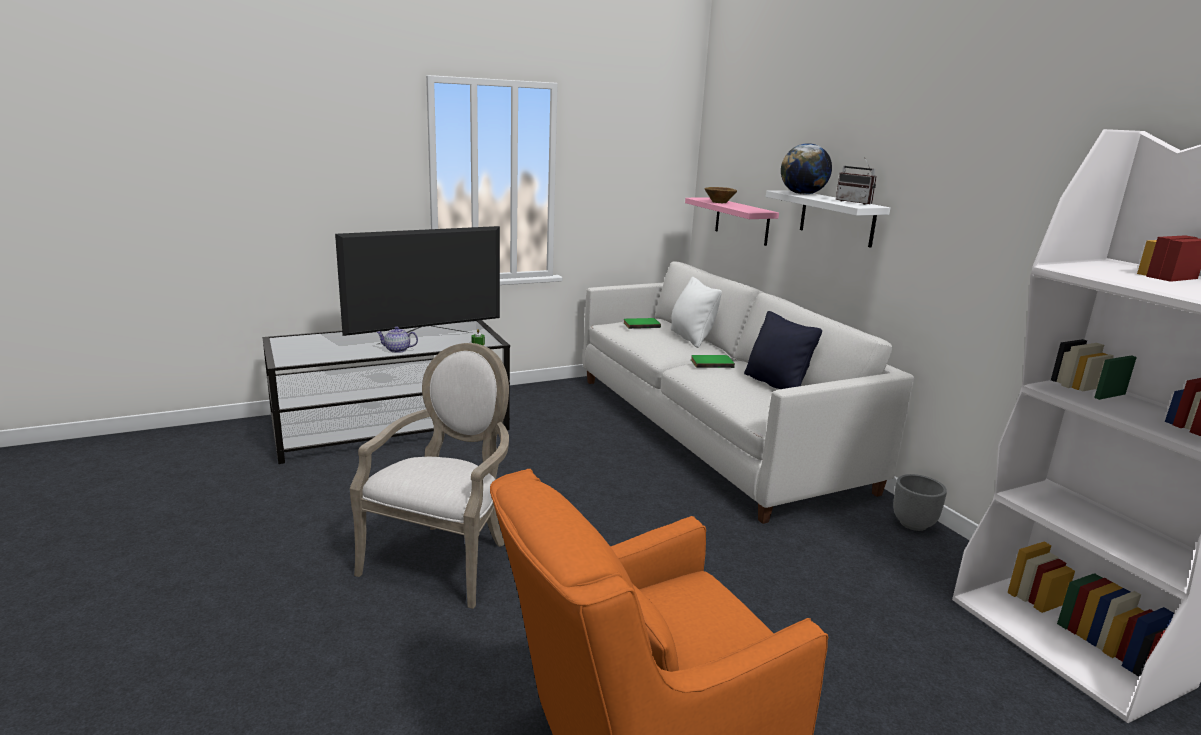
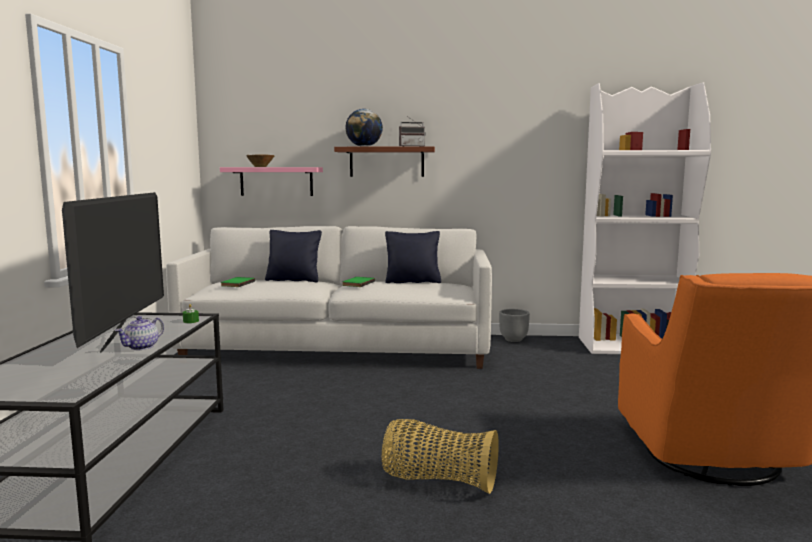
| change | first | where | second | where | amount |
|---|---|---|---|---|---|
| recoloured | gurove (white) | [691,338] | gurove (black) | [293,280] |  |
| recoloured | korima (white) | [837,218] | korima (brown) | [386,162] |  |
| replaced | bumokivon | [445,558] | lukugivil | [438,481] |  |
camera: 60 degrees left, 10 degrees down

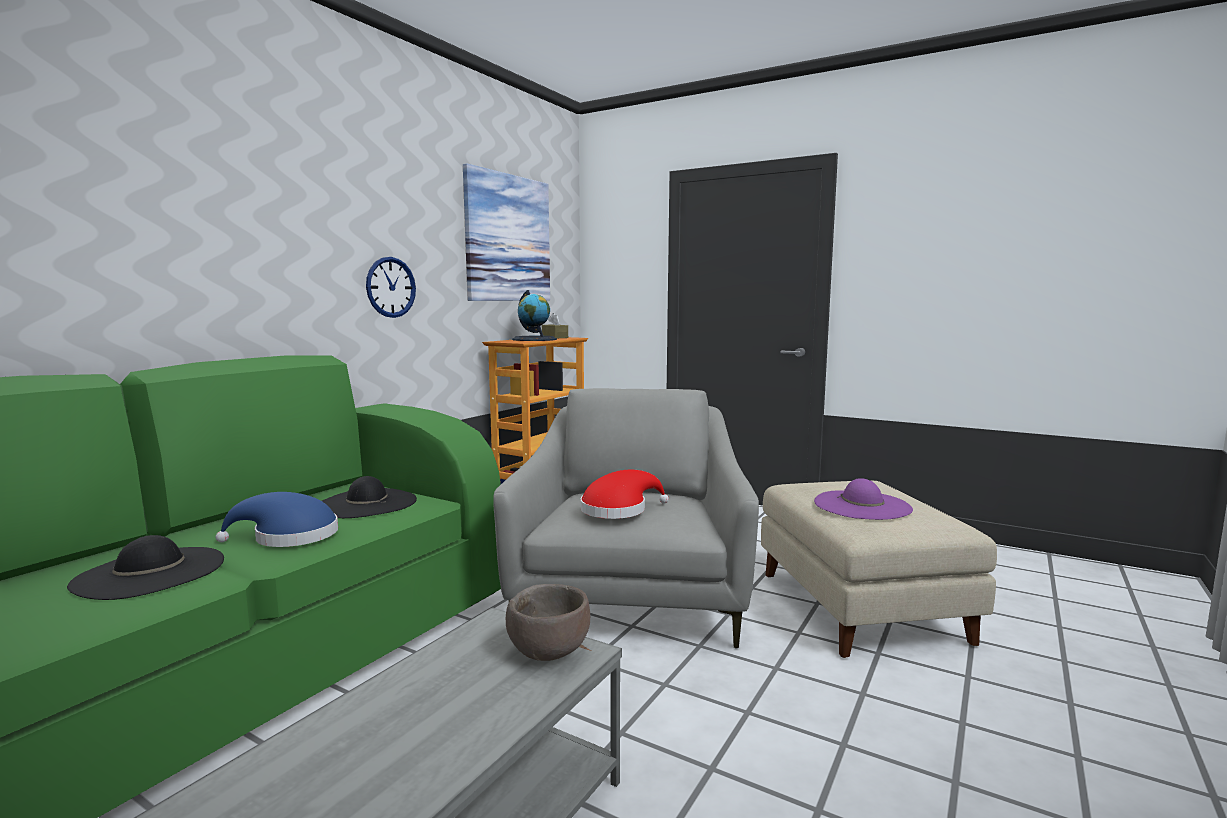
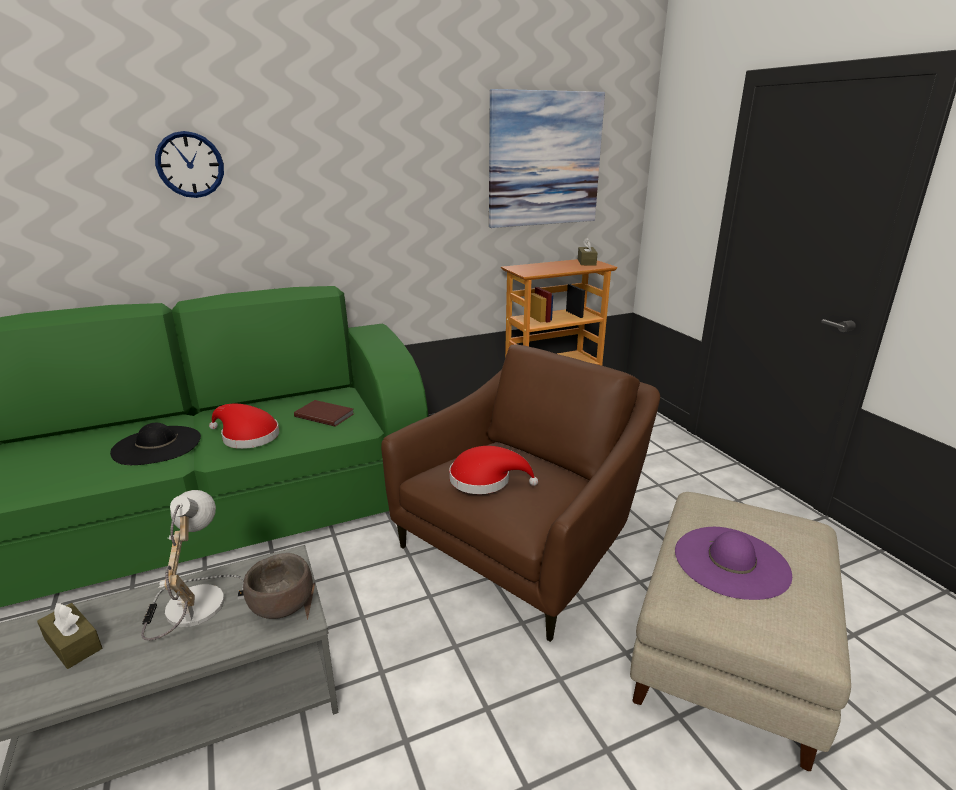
| change | first | where | second | where | amount |
|---|---|---|---|---|---|
| added |  |  | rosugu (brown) | [73,644] |  |
| added |  |  | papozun | [190,604] |  |
| moved | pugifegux | [391,287] |  | [190,165] |  |
| recoloured | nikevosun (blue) | [289,537] | nikevosun (red) | [247,436] |  |
| replaced | nikevosun (black) | [367,503] | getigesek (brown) | [324,414] |  |
| recoloured | bumokivon (grey) | [632,595] | bumokivon (brown) | [524,545] |  |
| removed | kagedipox | [534,339] |  |  |  |
camera: 35 degrees right, 15 degrees up

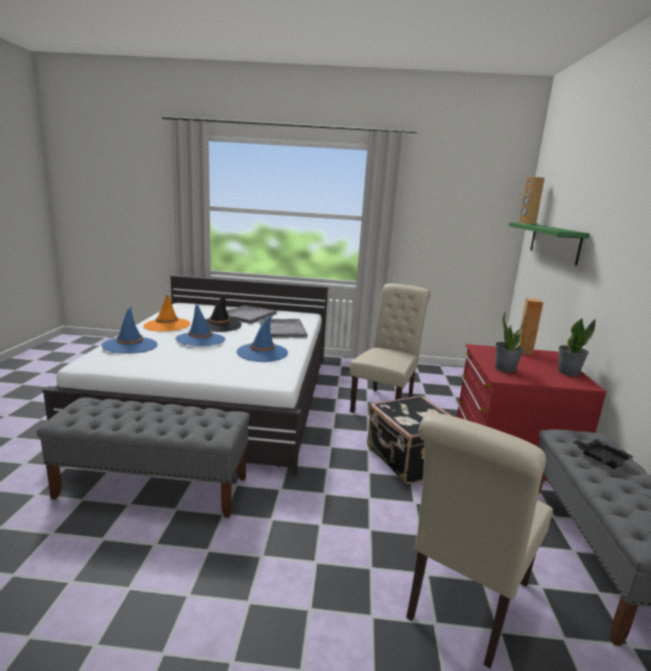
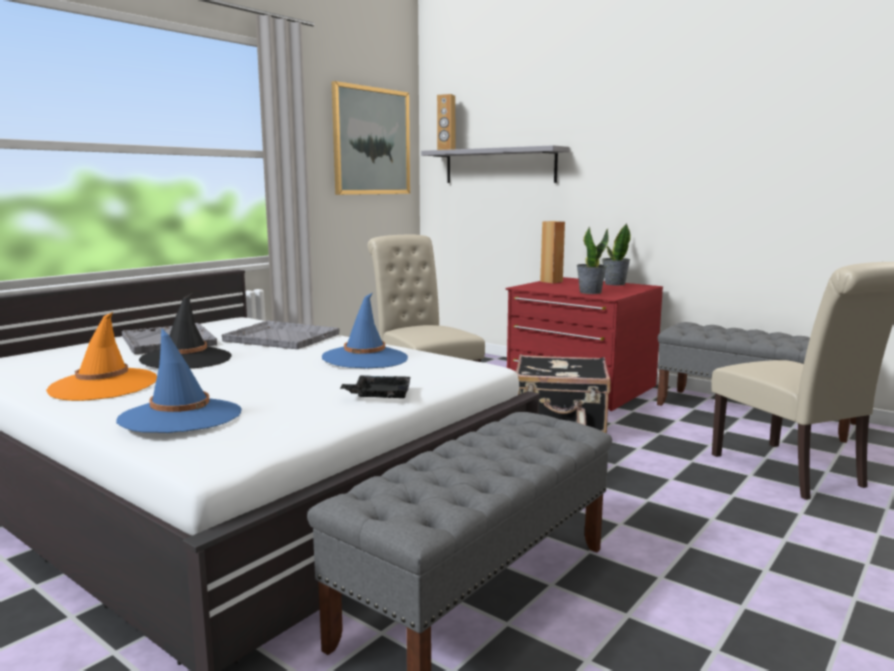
| change | first | where | second | where | amount |
|---|---|---|---|---|---|
| added |  |  | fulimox | [371,141] |  |
| moved | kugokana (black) | [601,458] |  | [379,395] |  |
| recoloured | korima (green) | [554,242] | korima (grey) | [499,166] |  |
| removed | nikevosun (blue) | [200,339] |  |  |  |
camera: 55 degrees left, 5 degrees down

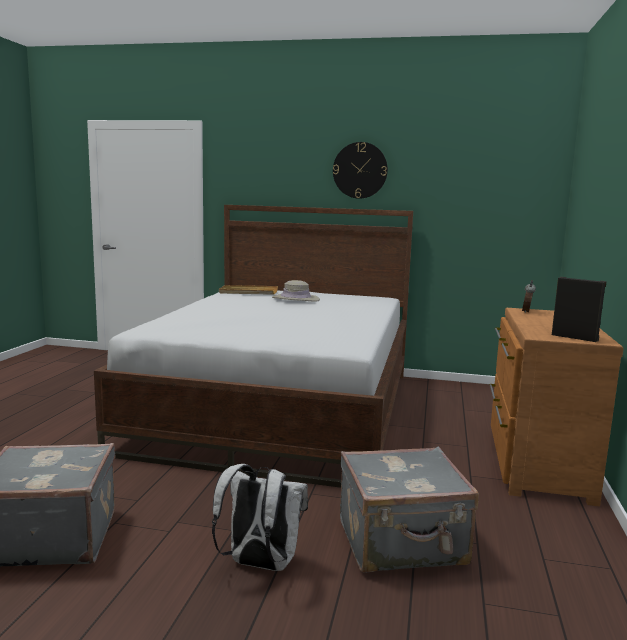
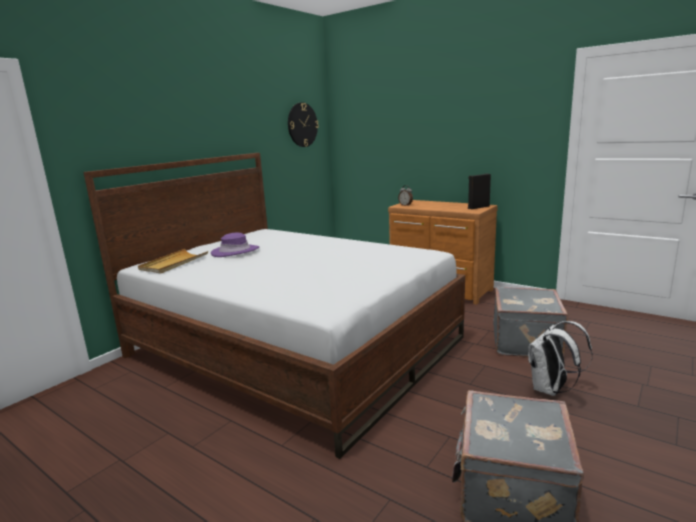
| change | first | where | second | where | amount |
|---|---|---|---|---|---|
| recoloured | nikevosun (beige) | [295,299] | nikevosun (purple) | [235,251] |  |
| moved | pugifegux | [360,170] |  | [302,125] |  |
camera: 65 degrees left, 5 degrees up

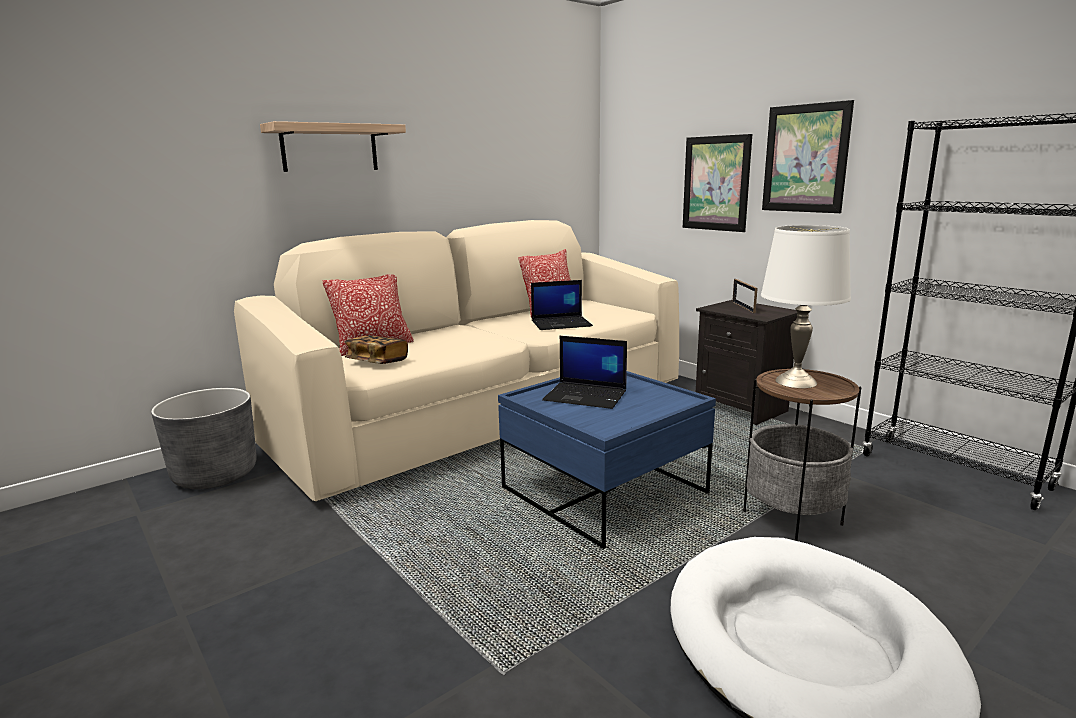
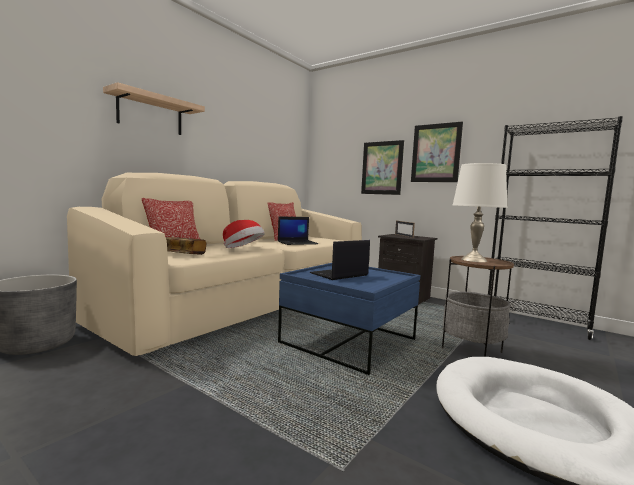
| change | first | where | second | where | amount |
|---|---|---|---|---|---|
| added |  |  | nikevosun | [243,249] |  |
| turned | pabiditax | [586,396] |  | [339,274] | 135 degrees clockwise |
camera: 15 degrees left, 10 degrees down

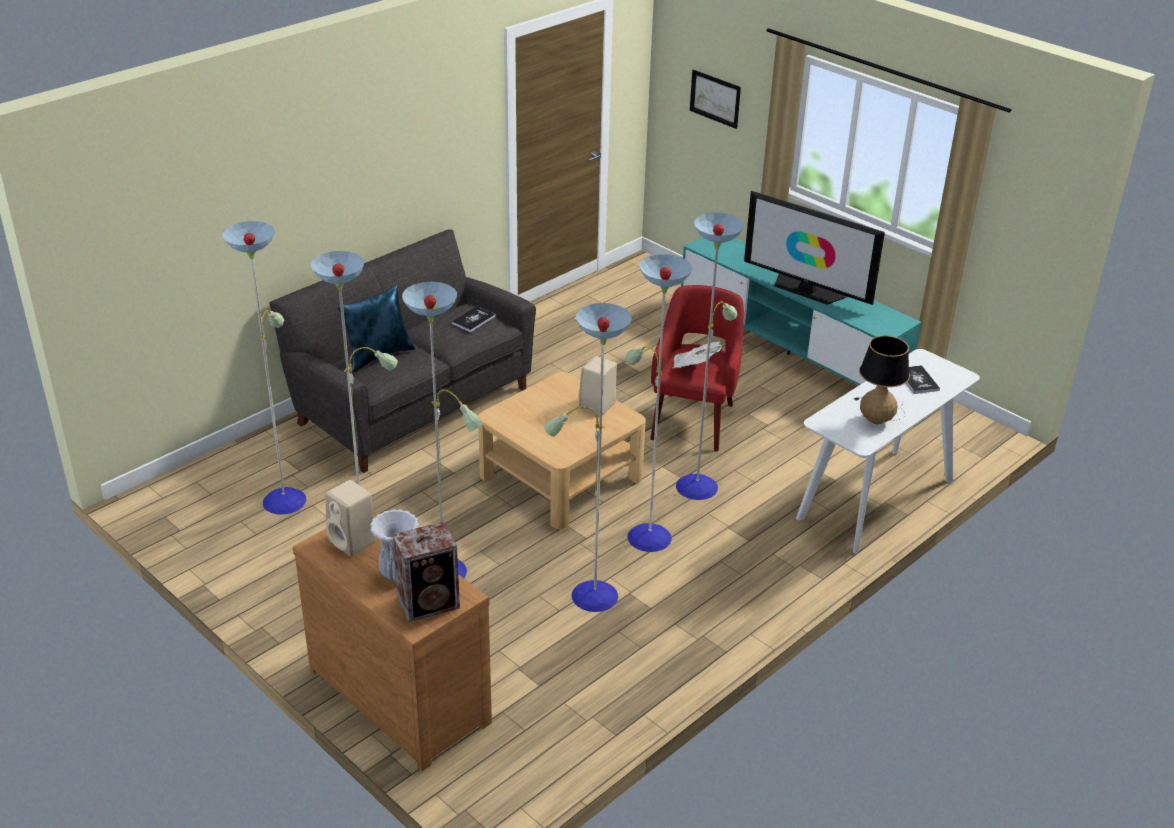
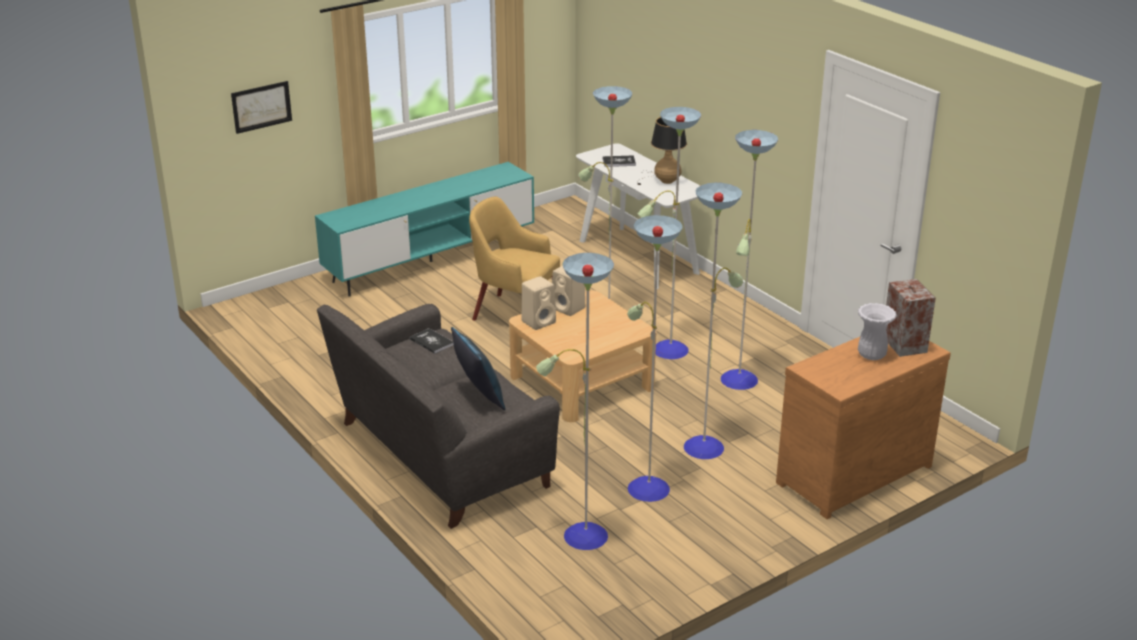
| change | first | where | second | where | amount |
|---|---|---|---|---|---|
| recoloured | bumokivon (red) | [693,420] | bumokivon (yellow) | [515,313] |  |
| moved | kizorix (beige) | [353,542] |  | [539,321] |  |
| removed | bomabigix | [694,366] |  |  |  |
| removed | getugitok | [806,290] |  |  |  |
camera: 80 degrees left, 5 degrees down

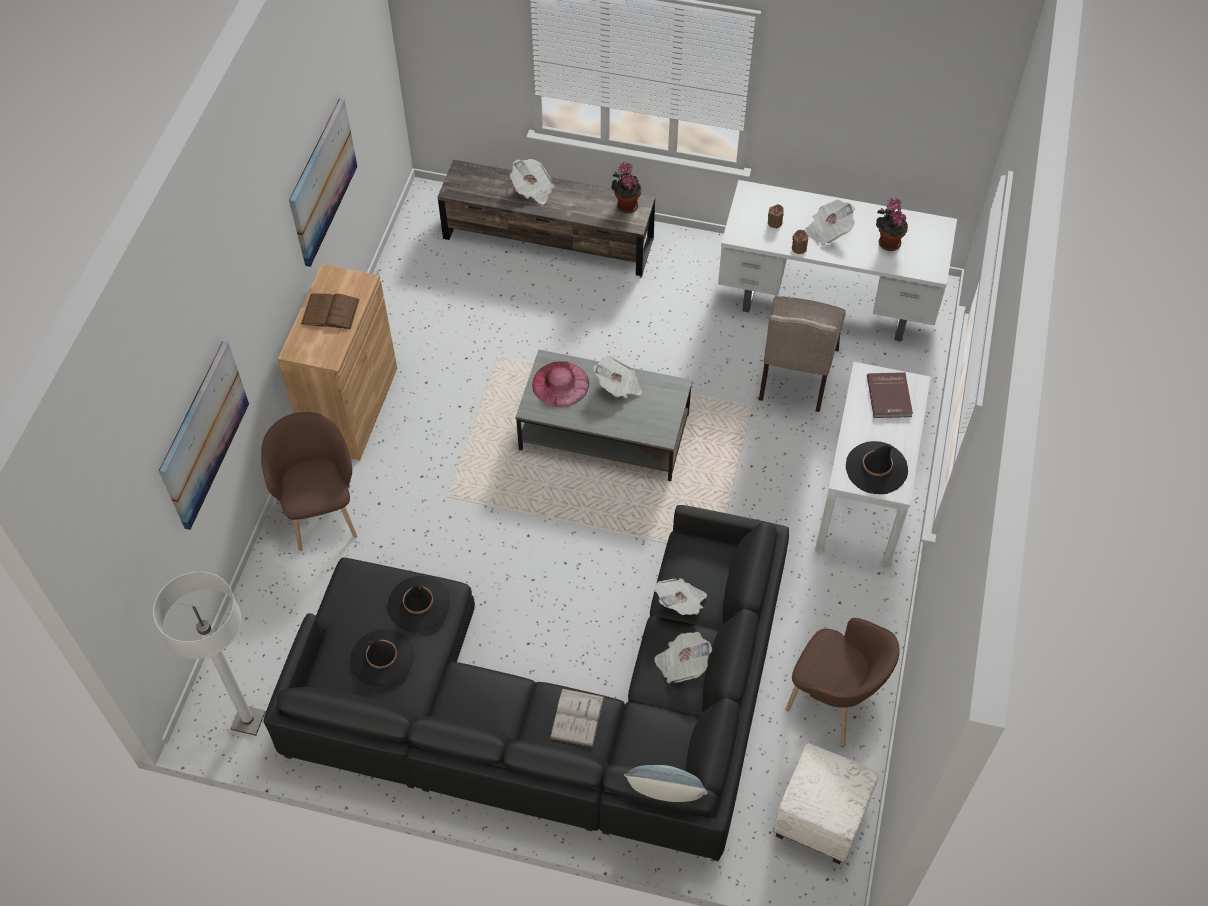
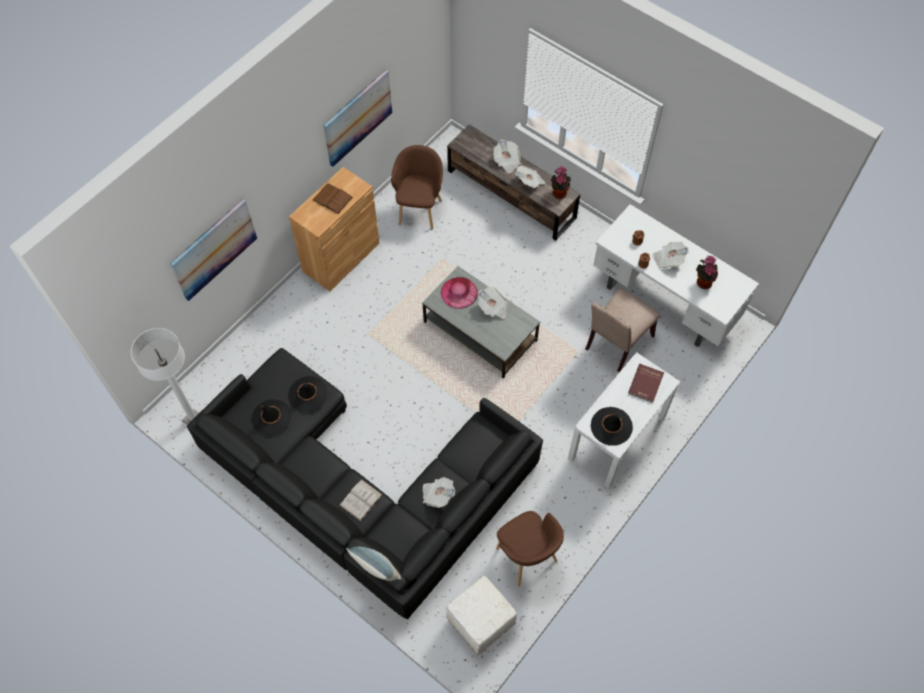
| change | first | where | second | where | amount |
|---|---|---|---|---|---|
| moved | bumokivon (brown) | [322,514] |  | [419,210] |  |
| moved | bomabigix | [681,603] |  | [530,182] |  |
camera: 25 degrees right, 5 degrees up

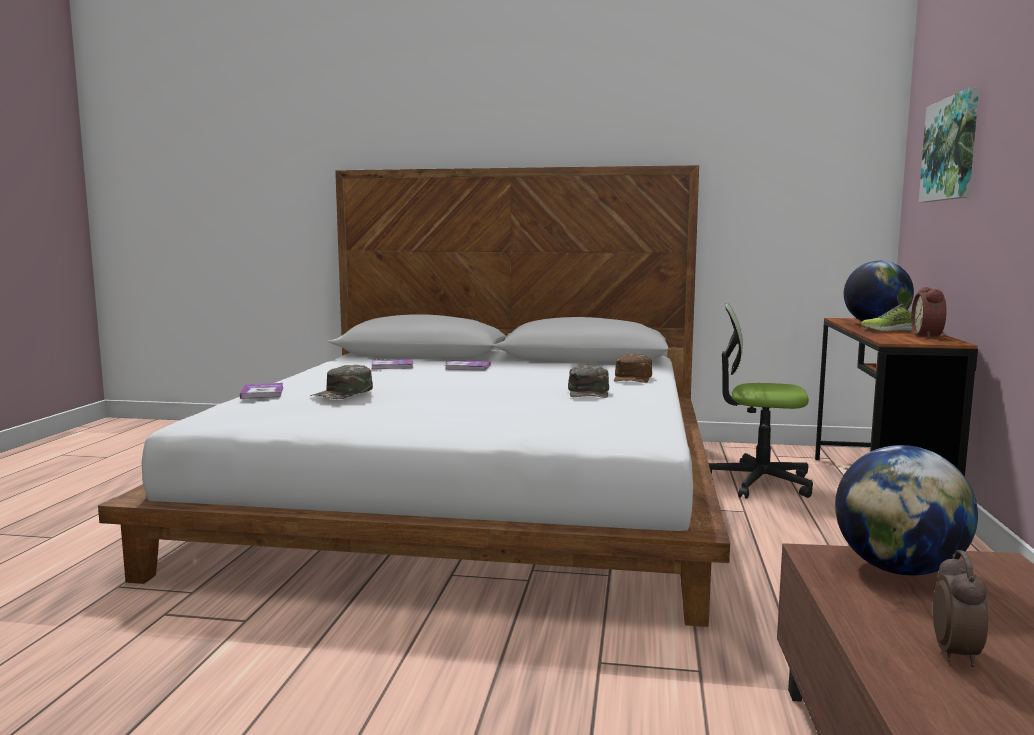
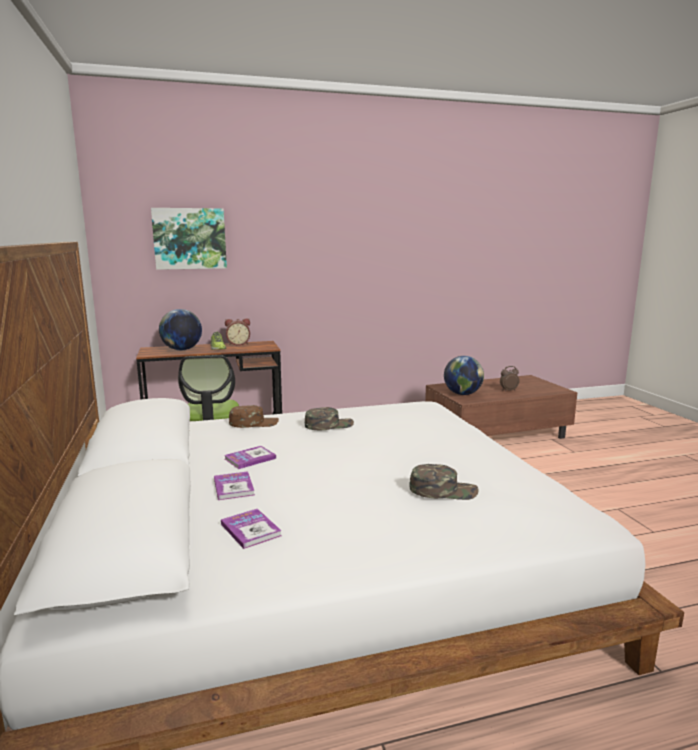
| change | first | where | second | where | amount |
|---|---|---|---|---|---|
| moved | getigesek | [262,393] |  | [250,458] |  |
camera: 115 degrees left, 5 degrees up

